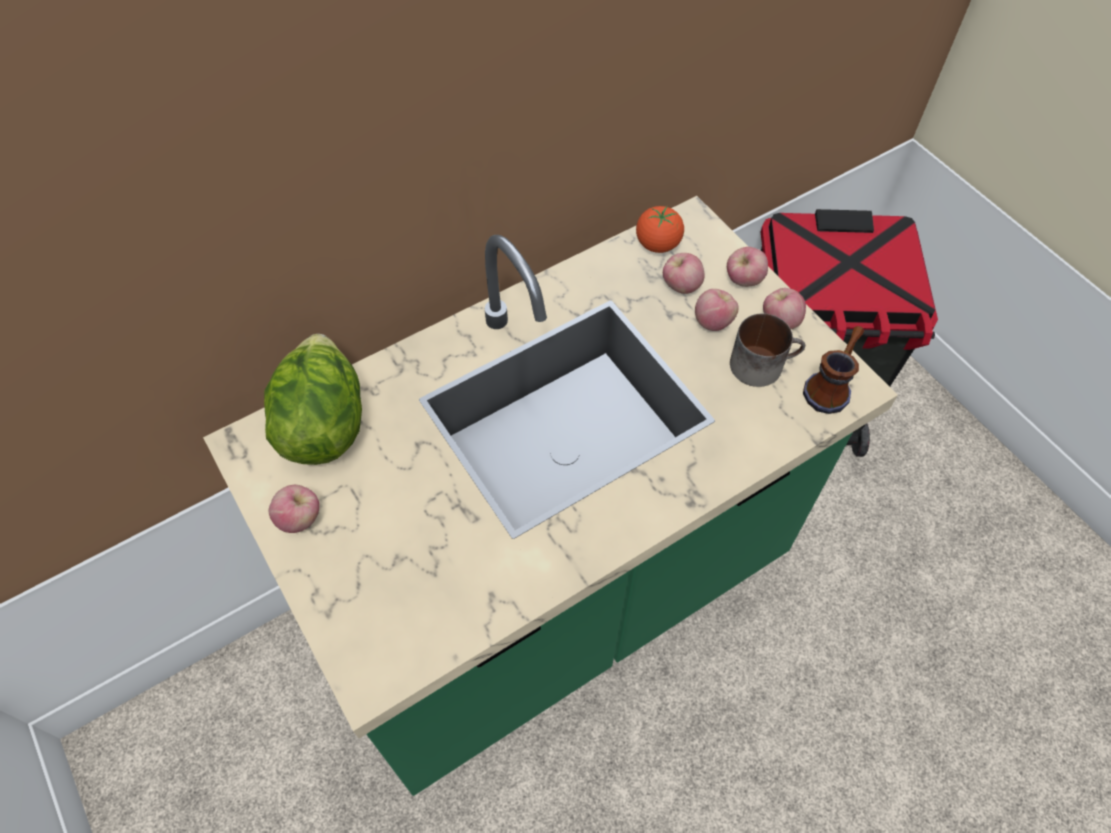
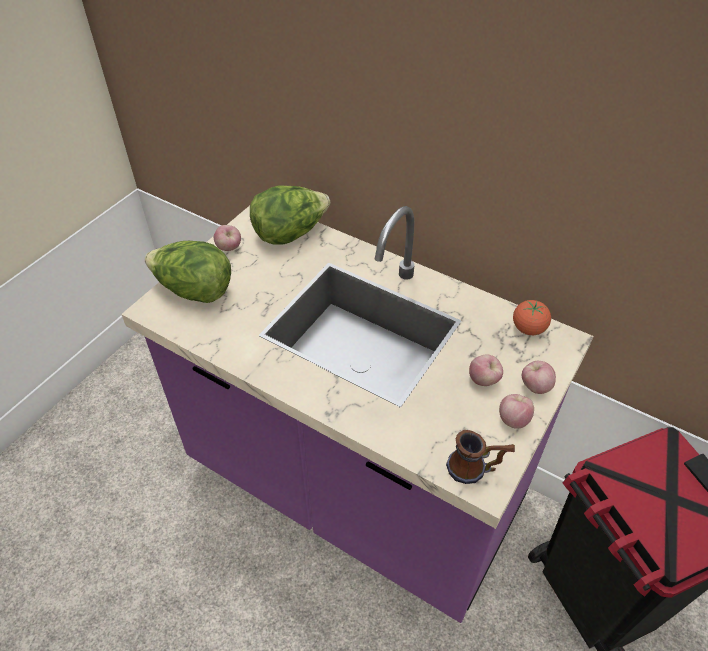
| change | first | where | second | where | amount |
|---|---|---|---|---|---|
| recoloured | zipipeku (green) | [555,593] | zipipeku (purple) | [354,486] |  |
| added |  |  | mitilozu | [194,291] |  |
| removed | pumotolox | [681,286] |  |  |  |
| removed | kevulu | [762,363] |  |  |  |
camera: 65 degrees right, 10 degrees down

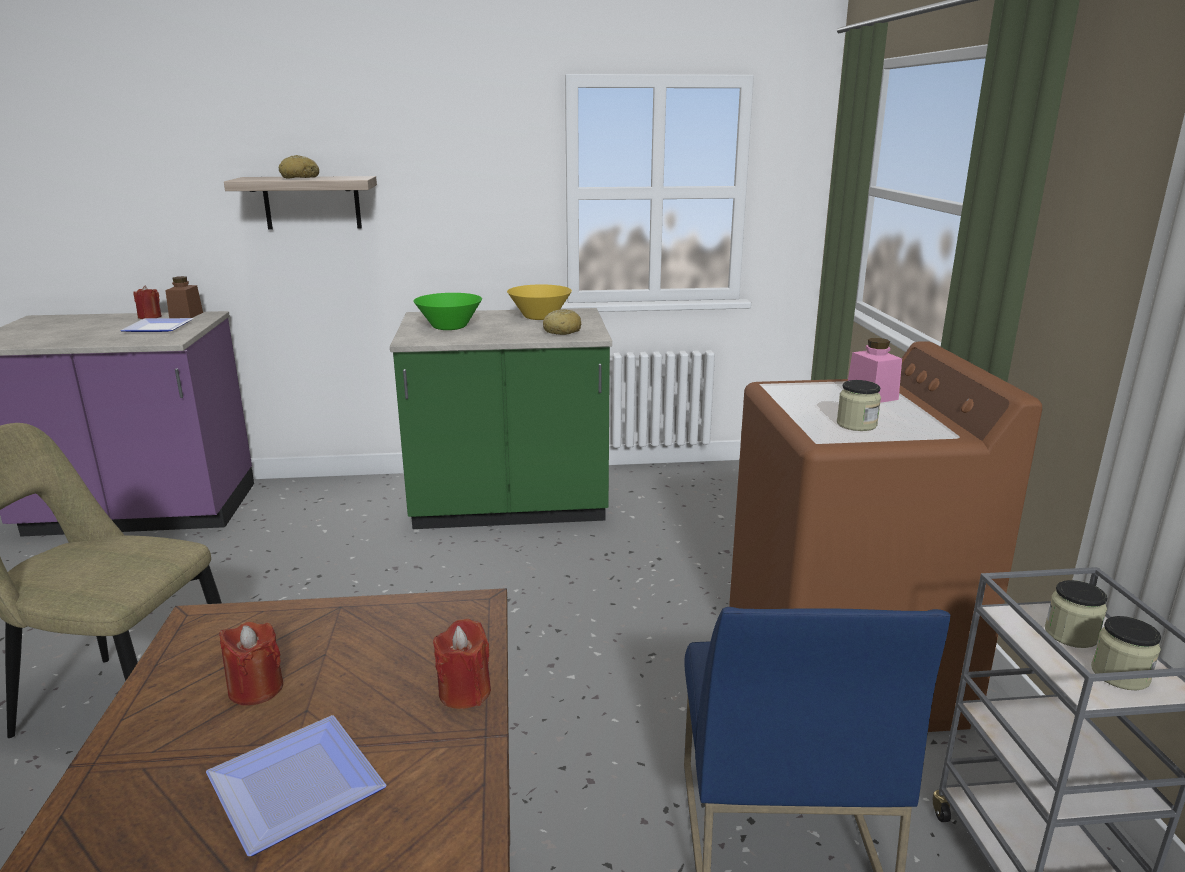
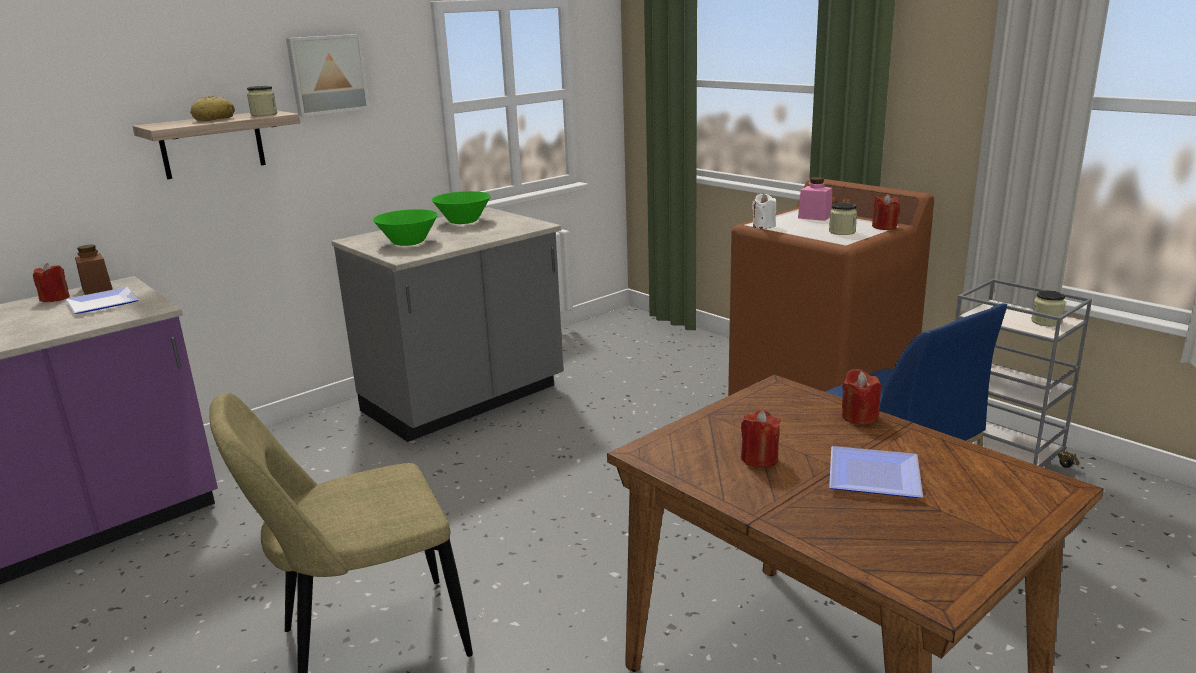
| change | first | where | second | where | amount |
|---|---|---|---|---|---|
| moved | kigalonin | [1071,634] |  | [264,114] |  |
| added |  |  | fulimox | [327,74] |  |
| recoloured | zipipeku (green) | [509,507] | zipipeku (grey) | [465,401] |  |
| recoloured | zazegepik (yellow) | [540,317] | zazegepik (green) | [463,221] |  |
| added |  |  | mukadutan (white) | [763,226] |  |
| added |  |  | mukadutan (red) | [884,227] |  |
| removed | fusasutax | [562,331] |  |  |  |
camera: 35 degrees left, 0 degrees up

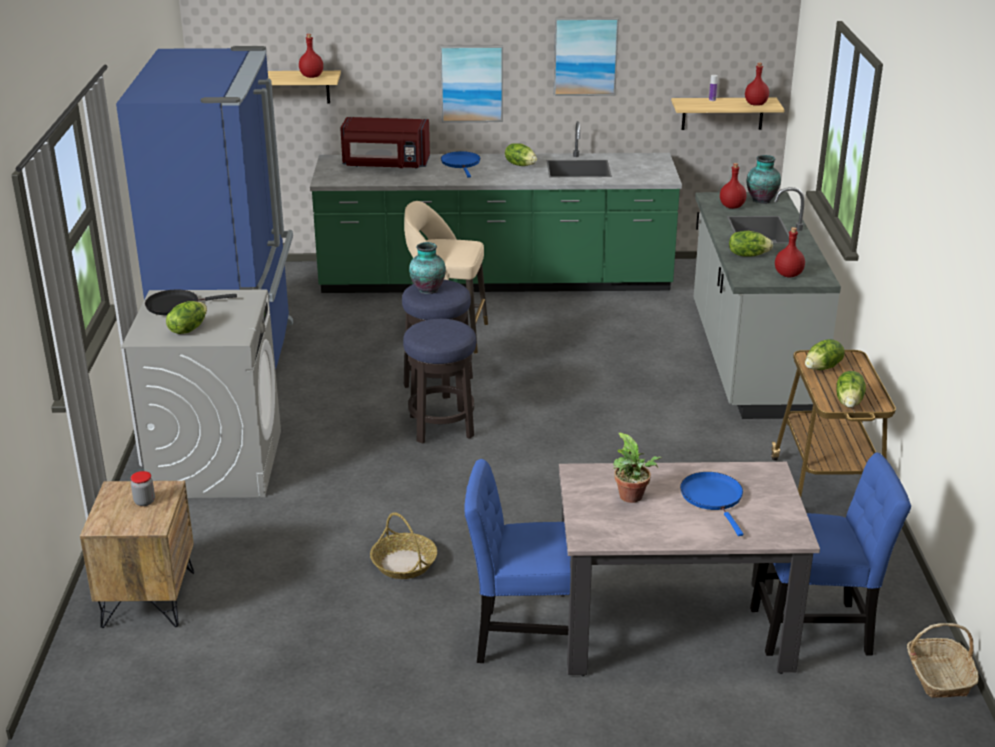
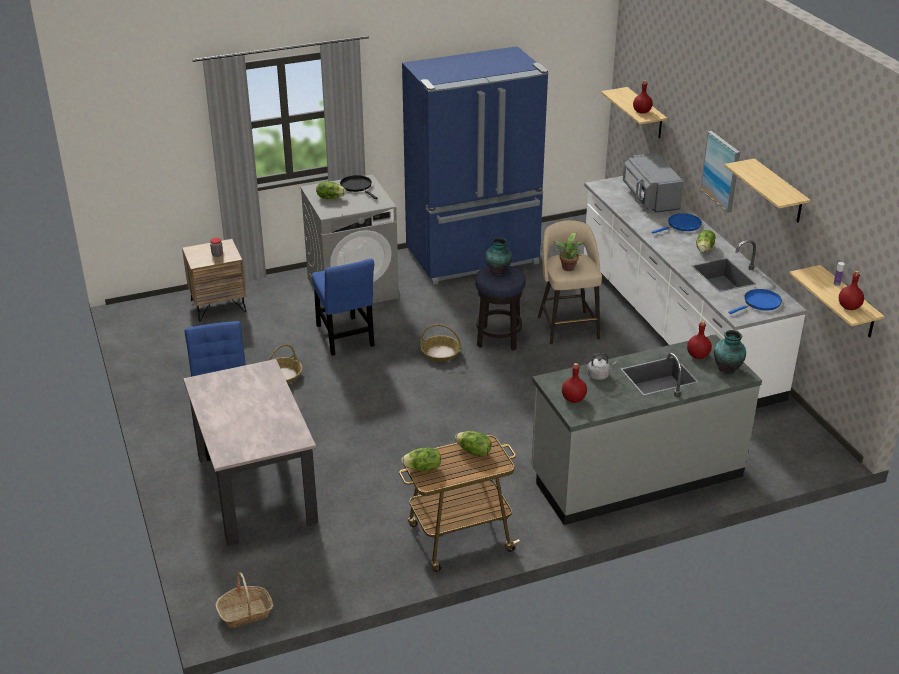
| change | first | where | second | where | amount |
|---|---|---|---|---|---|
| moved | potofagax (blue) | [817,630] |  | [345,338] |  |
| replaced | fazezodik | [441,426] | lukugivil | [441,353] |  |
| moved | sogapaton | [633,498] |  | [567,269] |  |
| recoloured | zipipeku (green) | [495,280] | zipipeku (white) | [675,327] |  |
| replaced | mitilozu | [748,255] | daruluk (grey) | [599,375] |  |
| recoloured | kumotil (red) | [385,165] | kumotil (grey) | [649,198] |  |
| replaced | fulimox | [585,56] | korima | [779,192] |  |
| moved | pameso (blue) | [713,498] |  | [760,303] |  |
camera: 70 degrees right, 5 degrees up

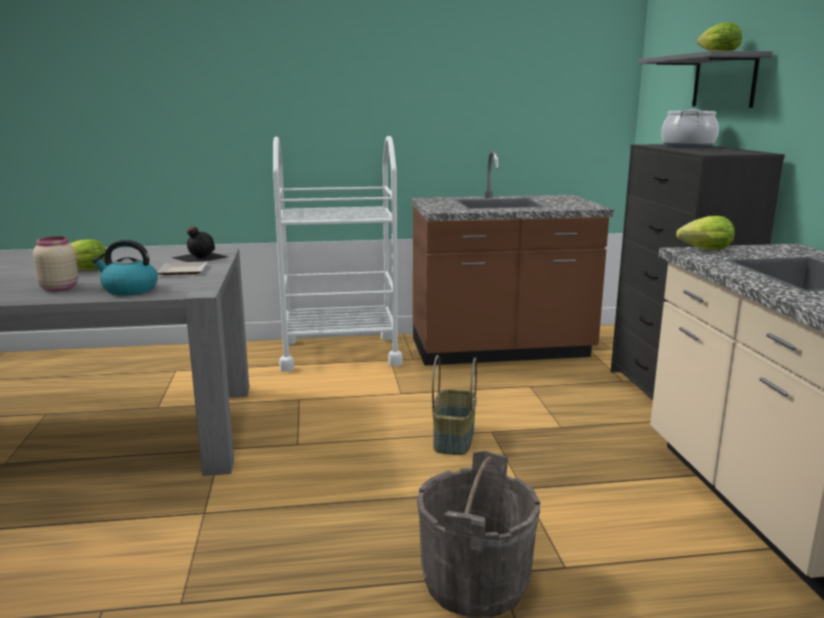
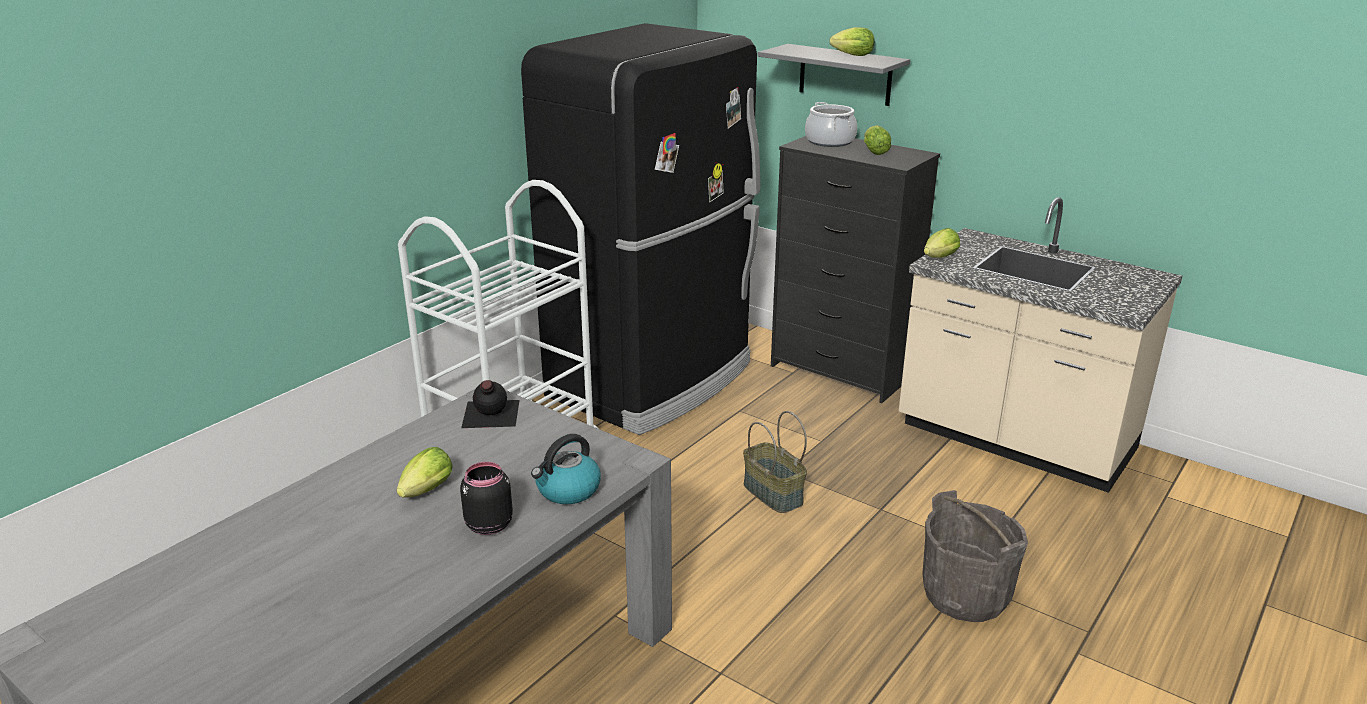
| change | first | where | second | where | amount |
|---|---|---|---|---|---|
| recoloured | kigalonin (beige) | [59,288] | kigalonin (black) | [488,525] |  |
| replaced | zipipeku (brown) | [501,350] | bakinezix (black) | [654,380] |  |
| added |  |  | mitilozu | [874,152] |  |
| removed | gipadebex | [185,270] |  |  |  |
camera: 45 degrees left, 10 degrees up

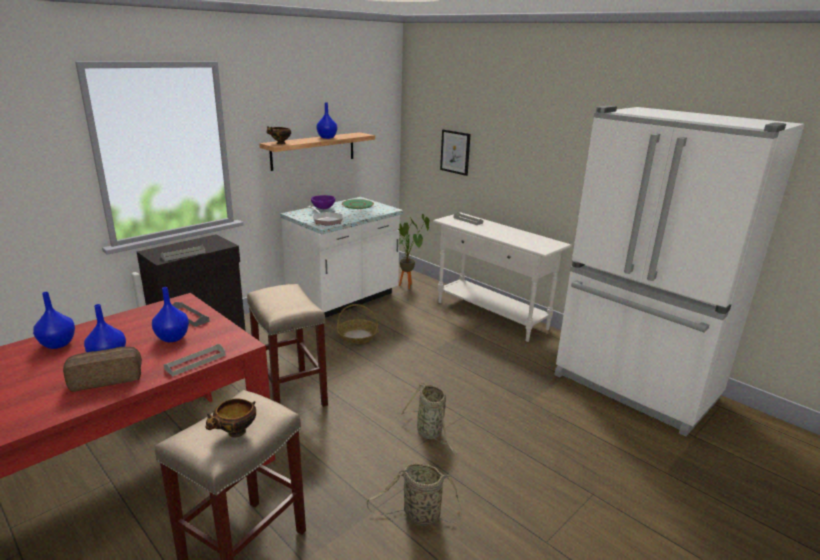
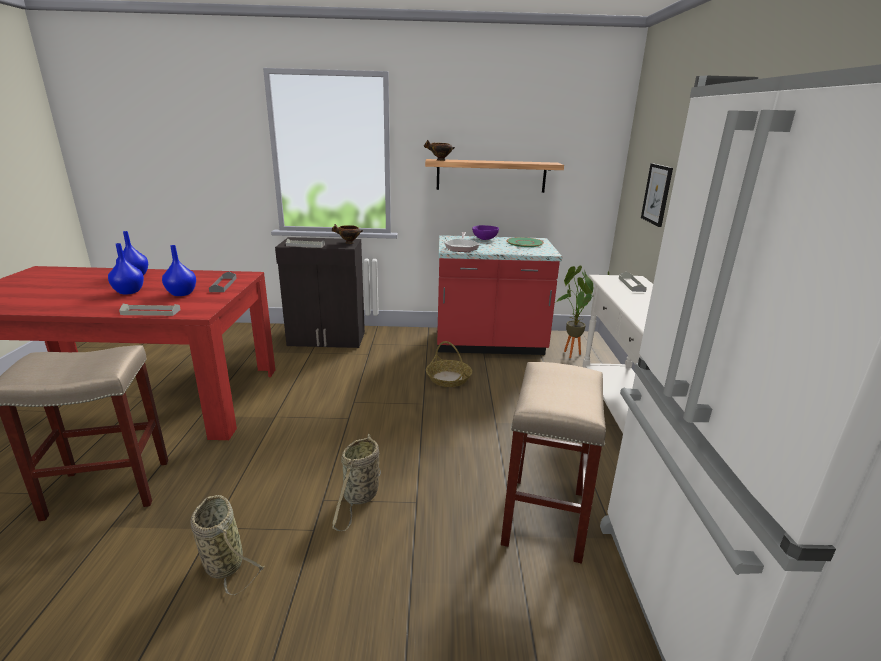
| change | first | where | second | where | amount |
|---|---|---|---|---|---|
| moved | zazegepik | [235,433] |  | [348,242] |  |
| recoloured | zipipeku (white) | [344,300] | zipipeku (red) | [489,344] |  |
| moved | fazezodik (beige) | [291,395] |  | [545,518] |  |
| removed | fusasutax | [106,378] |  |  |  |
| removed | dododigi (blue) | [327,137] |  |  |  |
camera: 45 degrees right, 0 degrees up

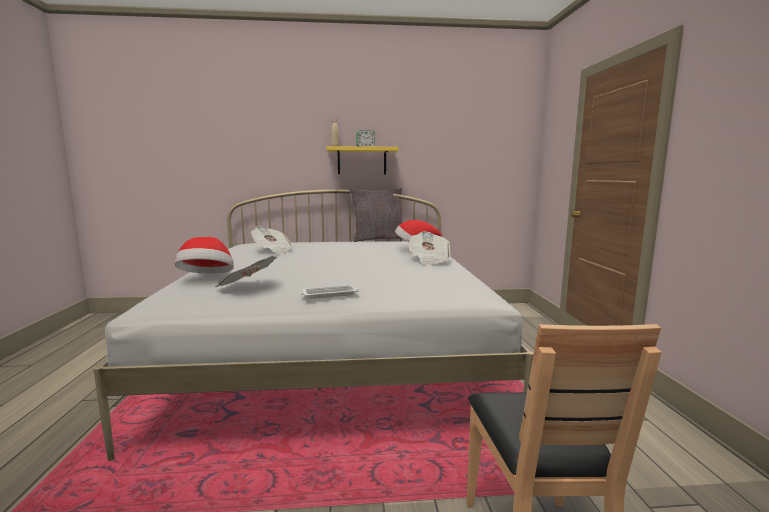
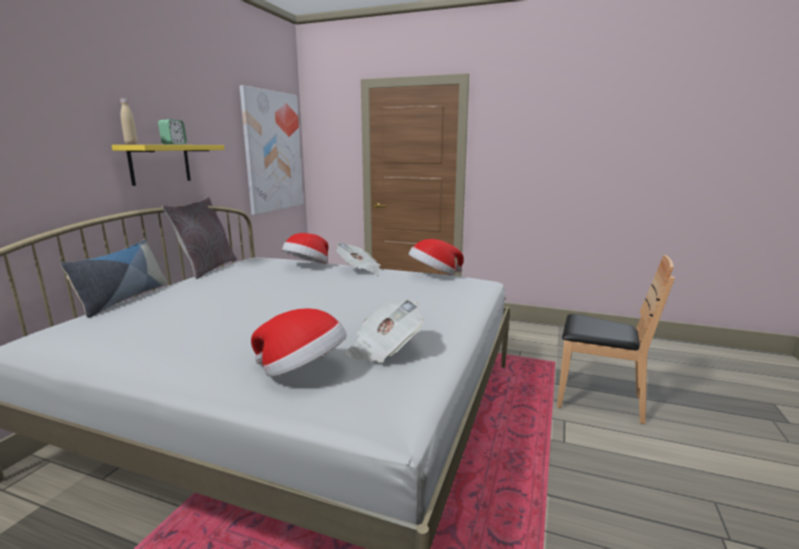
| change | first | where | second | where | amount |
|---|---|---|---|---|---|
| added |  |  | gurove | [124,298] |  |
| added |  |  | fulimox | [272,152] |  |
| added |  |  | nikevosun | [434,275] |  |
| removed | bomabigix | [273,251] |  |  |  |
| removed | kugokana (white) | [329,295] |  |  |  |
camera: 65 degrees left, 5 degrees up

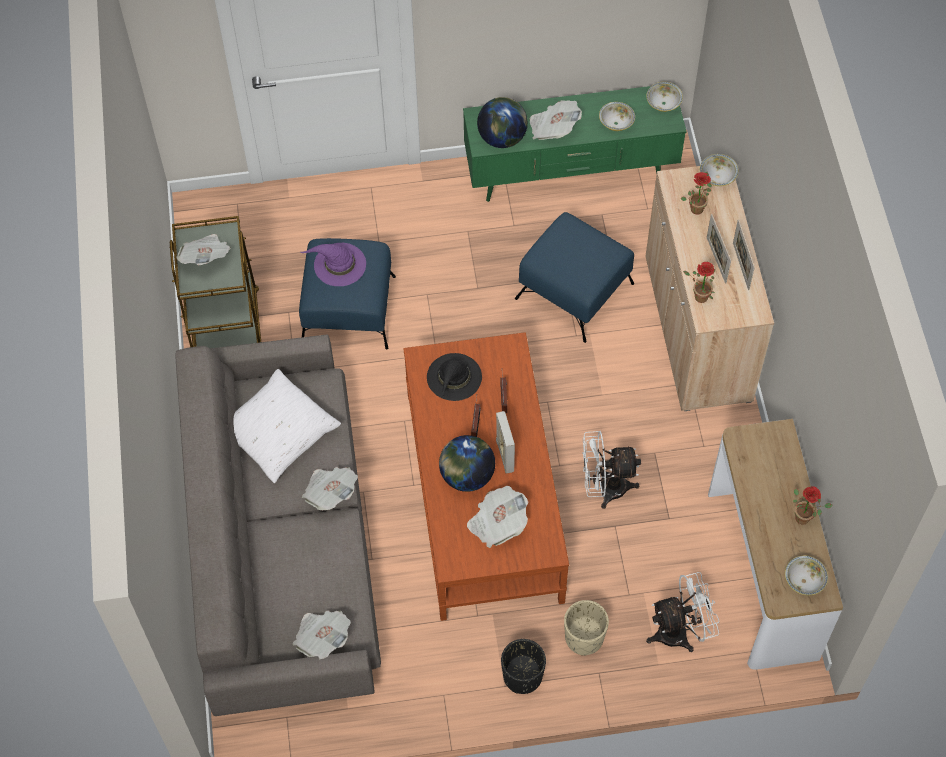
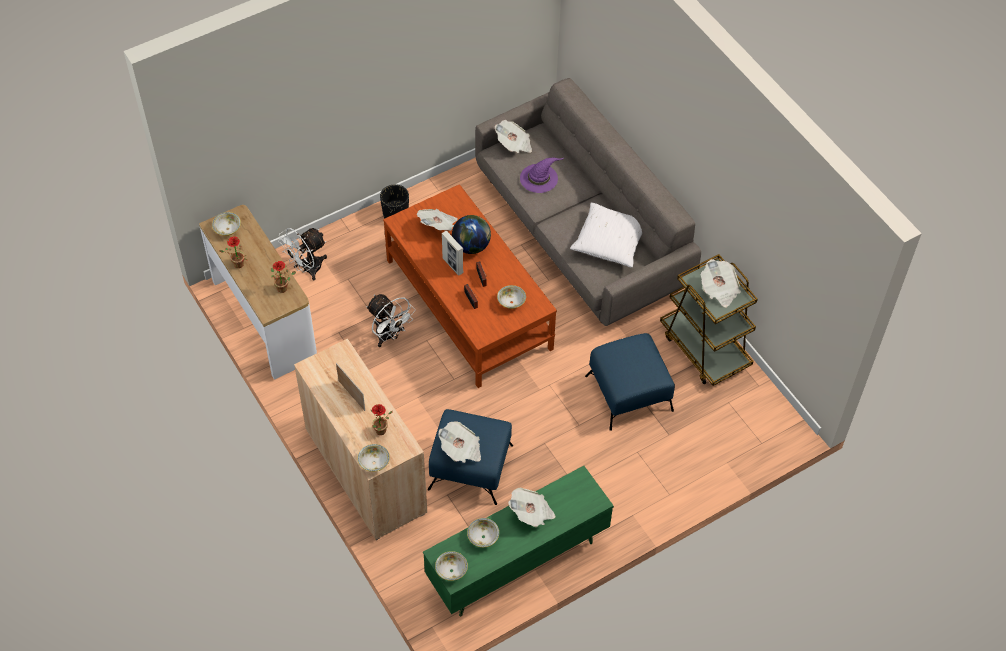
| change | first | where | second | where | amount |
|---|---|---|---|---|---|
| moved | sogapaton | [698,297] |  | [284,288] |  |
| turned | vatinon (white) | [604,488] |  | [389,336] | 75 degrees clockwise |
| moved | bomabigix | [330,493] |  | [461,449] |  |
| replaced | nikevosun (black) | [454,378] | zazegepik | [511,302] |  |
| moved | nikevosun (purple) | [339,264] |  | [539,178] |  |
| removed | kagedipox | [502,137] |  |  |  |
| removed | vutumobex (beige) | [584,638] |  |  |  |
| removed | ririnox | [741,266] |  |  |  |
camera: 155 degrees right, 5 degrees down

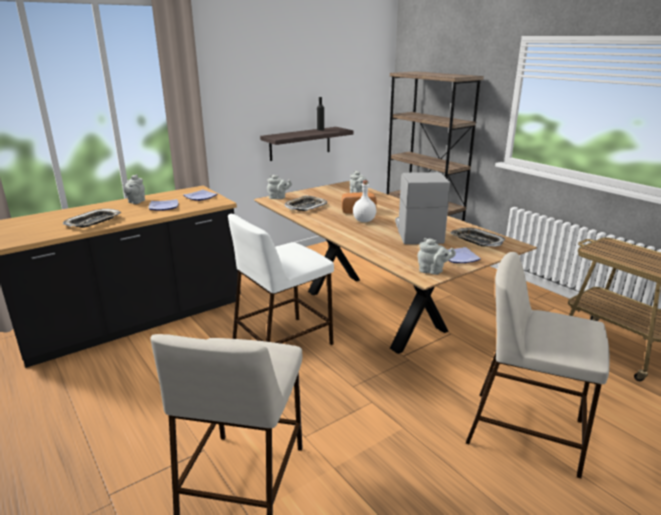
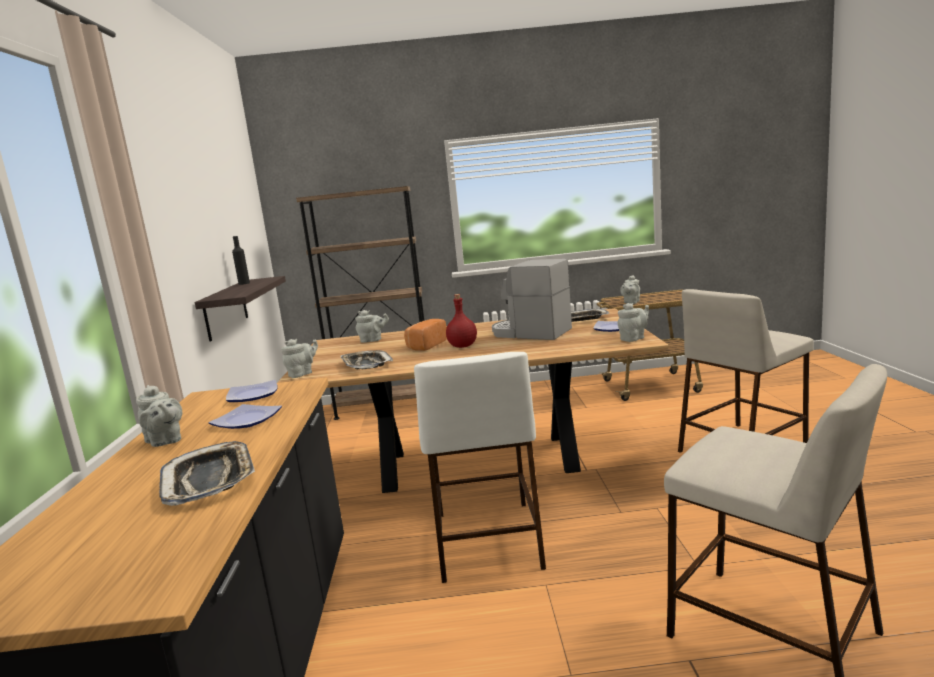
| change | first | where | second | where | amount |
|---|---|---|---|---|---|
| recoloured | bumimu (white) | [364,220] | bumimu (red) | [462,346] |  |
| added |  |  | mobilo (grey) | [631,302] |  |
camera: 55 degrees left, 10 degrees down

